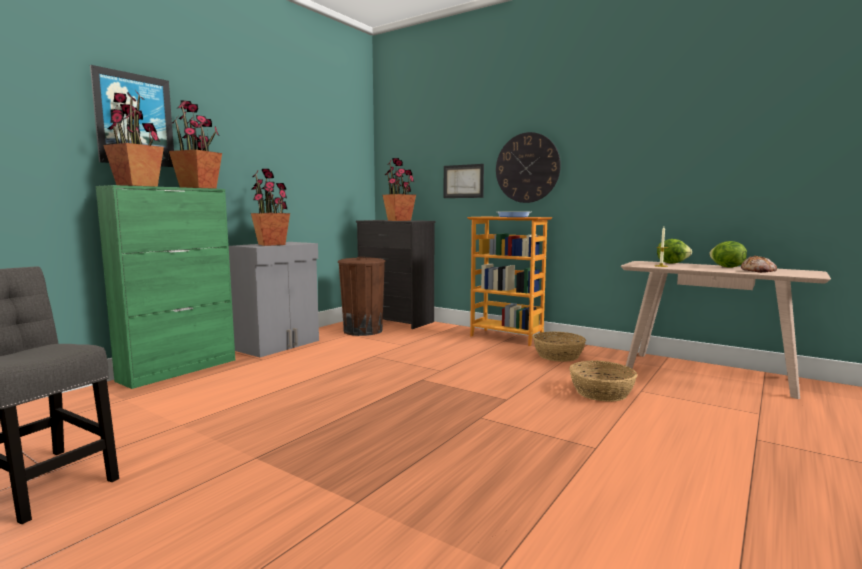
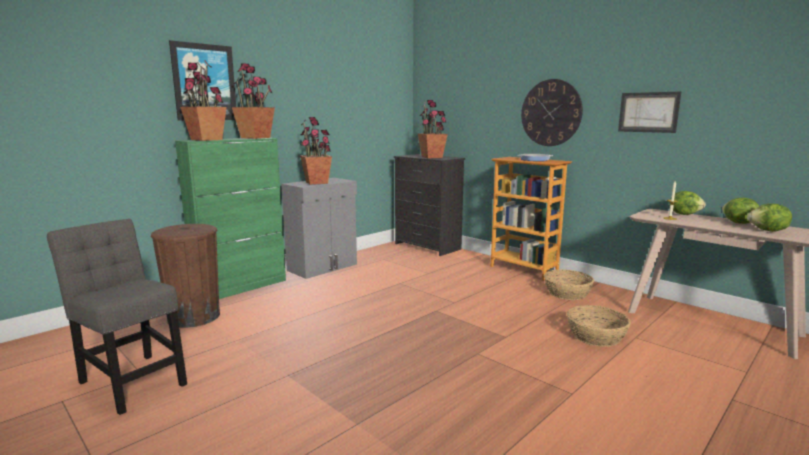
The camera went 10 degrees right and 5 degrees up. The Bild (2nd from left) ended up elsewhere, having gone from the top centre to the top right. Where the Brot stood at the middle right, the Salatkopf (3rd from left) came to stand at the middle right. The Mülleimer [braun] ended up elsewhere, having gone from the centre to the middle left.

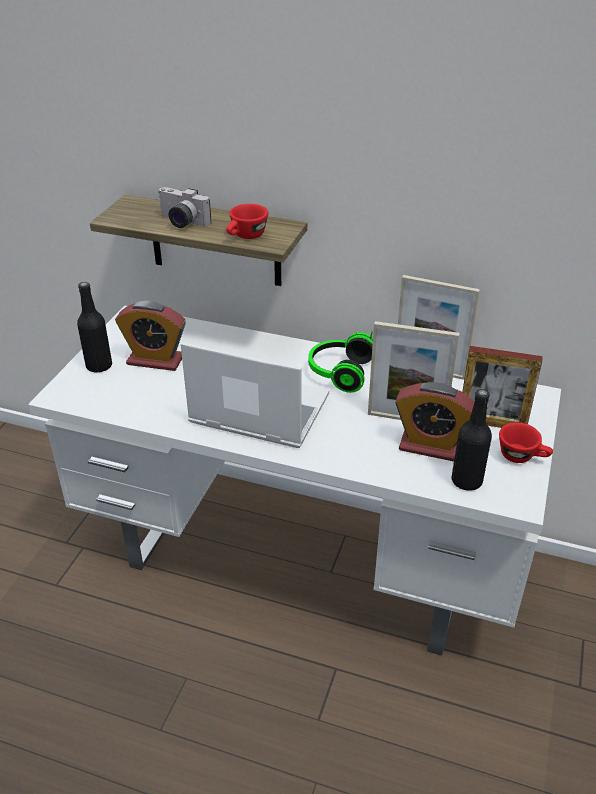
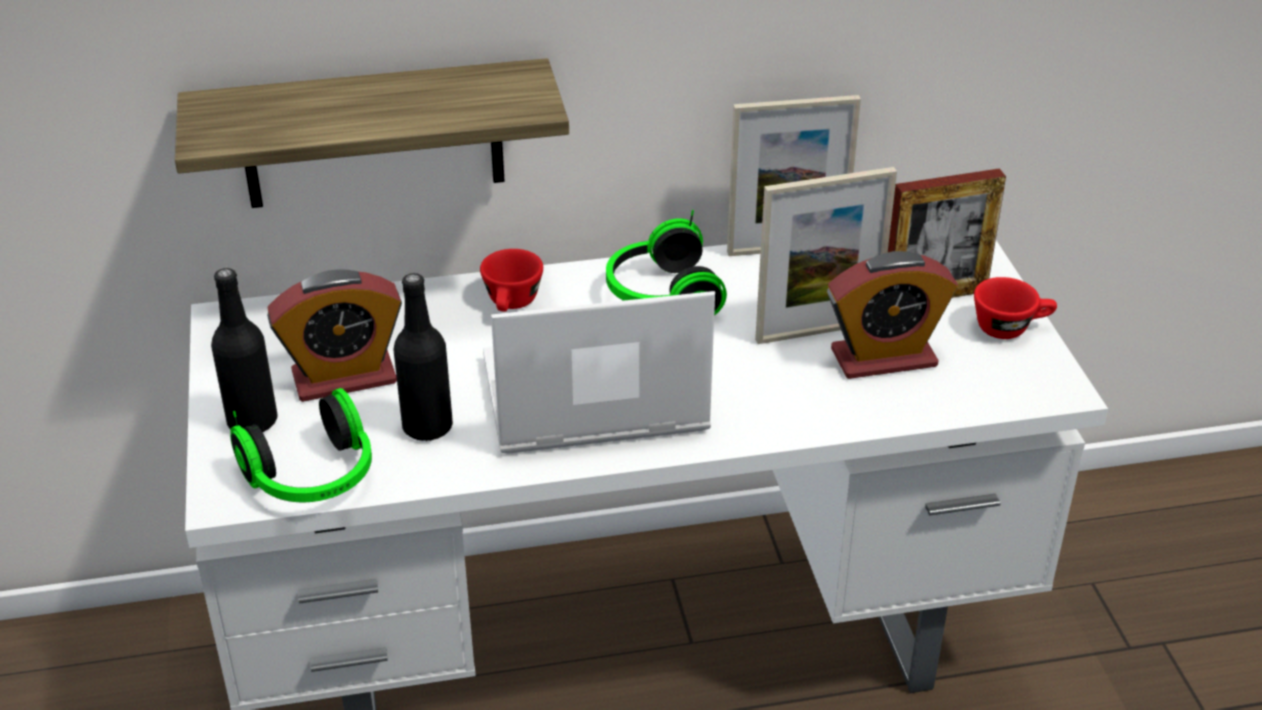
The camera went 30 degrees left and 0 degrees up. The second view lost the Kamera at the top left. The Tasse [rot] (1st from left) ended up elsewhere, having gone from the top centre to the centre. The Flasche [schwarz] (2nd from left) ended up elsewhere, having gone from the middle right to the centre. The second view gained the Kopfhörer (1st from left) at the middle left.

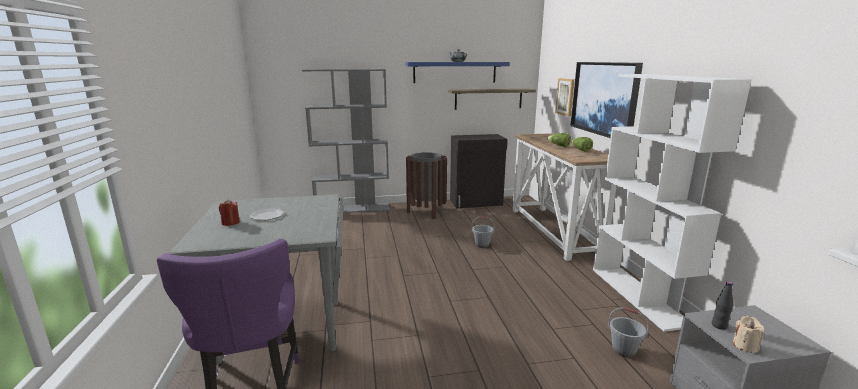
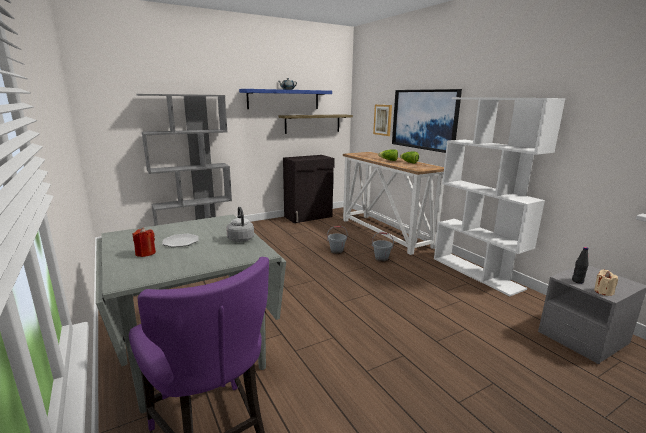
The camera went 20 degrees left and 0 degrees up. The second view lost the Mülleimer [braun] at the centre. The Eimer [grau] (2nd from left) ended up elsewhere, having gone from the bottom right to the centre. The second view gained the Wasserkessel [grau] at the centre.

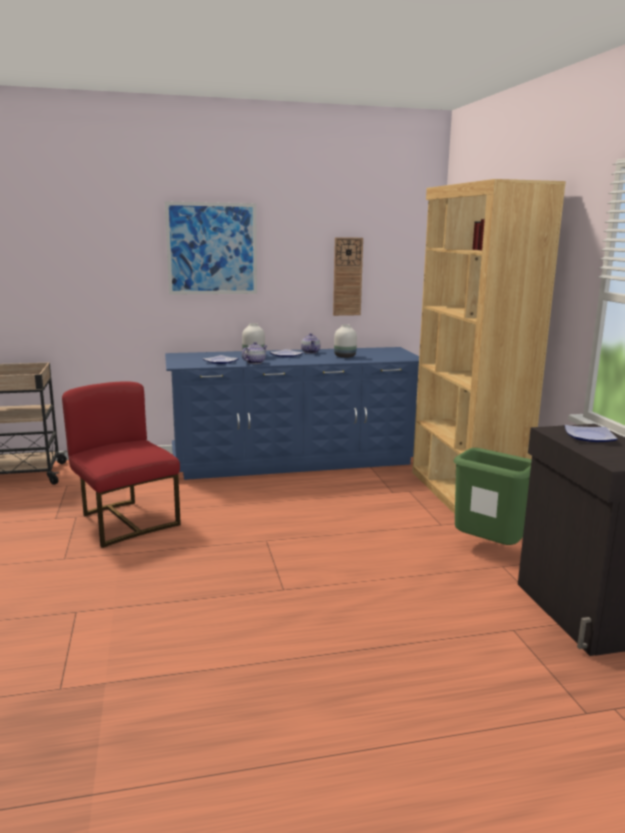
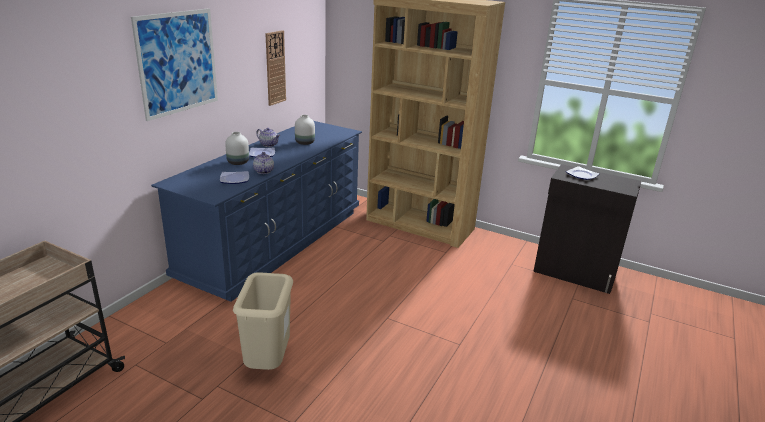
The camera went 50 degrees left and 10 degrees up. Where the Stuhl [rot] stood at the middle left, the Mülleimer [beige] came to stand at the bottom centre. The second view lost the Mülleimer [grün] at the middle right.

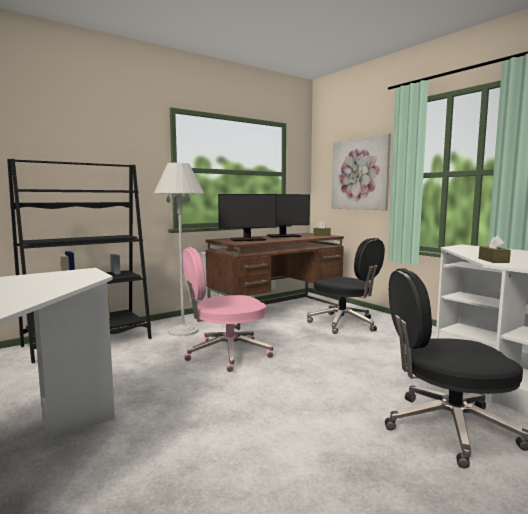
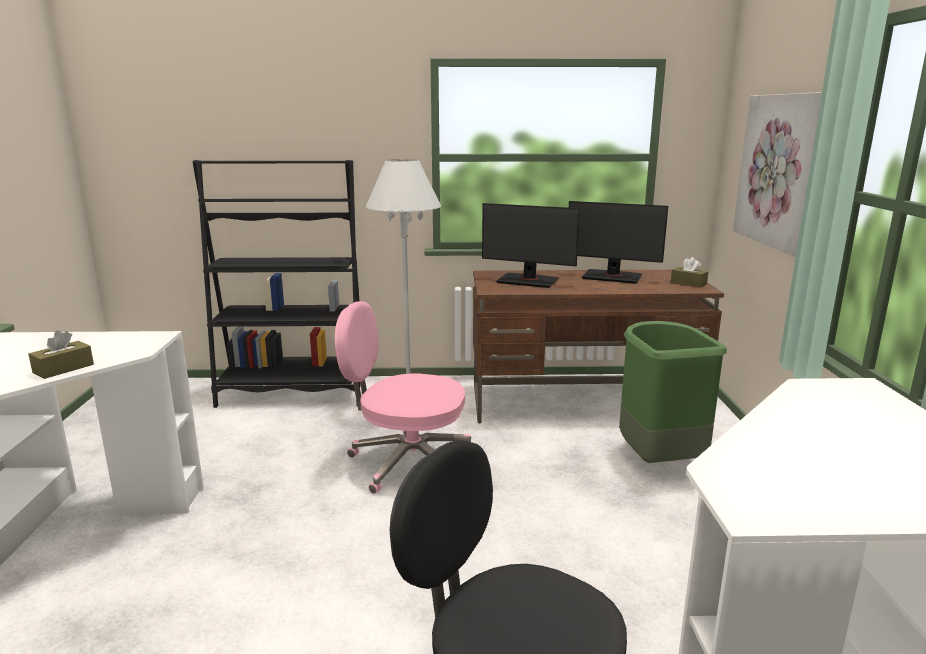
The camera went 35 degrees right and 10 degrees up. The Taschentuchbox [braun] (2nd from left in the first image) ended up elsewhere, having gone from the middle right to the middle left. Where the Bürostuhl [schwarz] (1st from left) stood at the centre, the Mülleimer [grün] came to stand at the middle right.

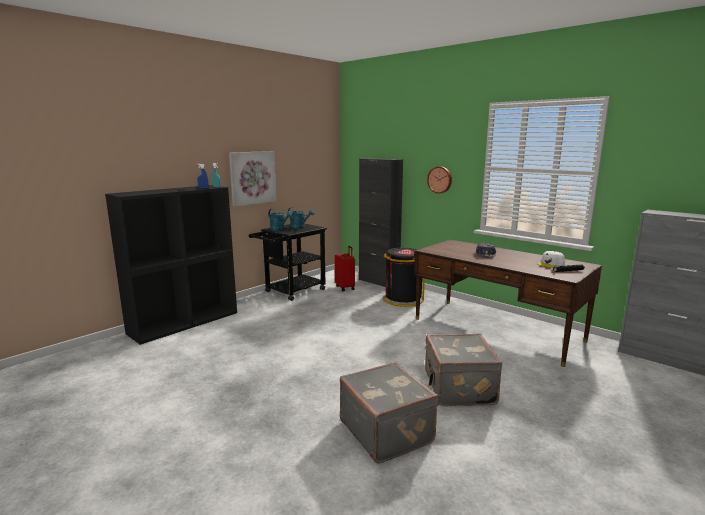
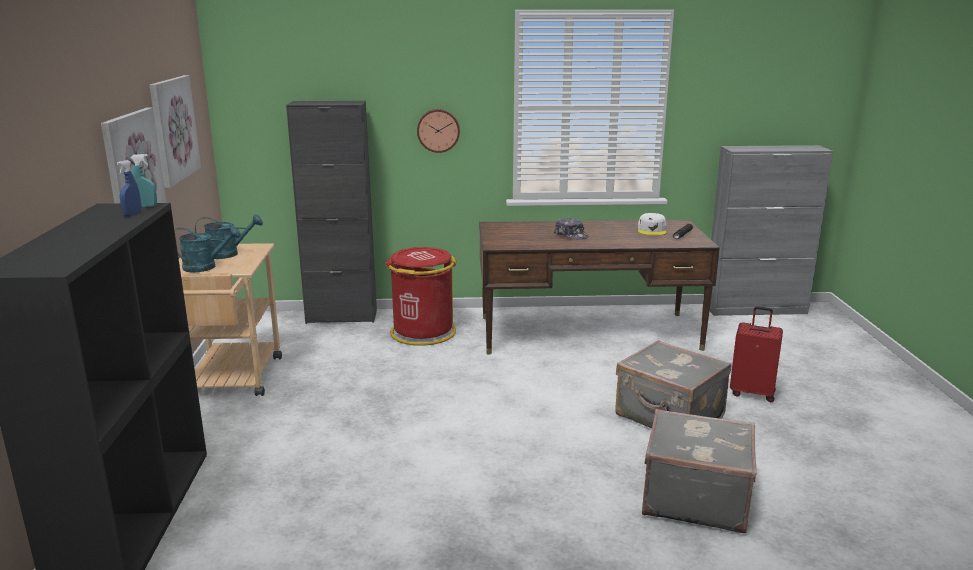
The camera went 45 degrees left and 5 degrees up. What was the Rollwagen [schwarz] at the centre turned into the Rollwagen [beige] at the middle left. The Koffer [rot] ended up elsewhere, having gone from the centre to the middle right. What was the Mülleimer [schwarz] at the centre turned into the Mülleimer [rot] at the centre. The second view gained the Bild (2nd from left) at the top left.

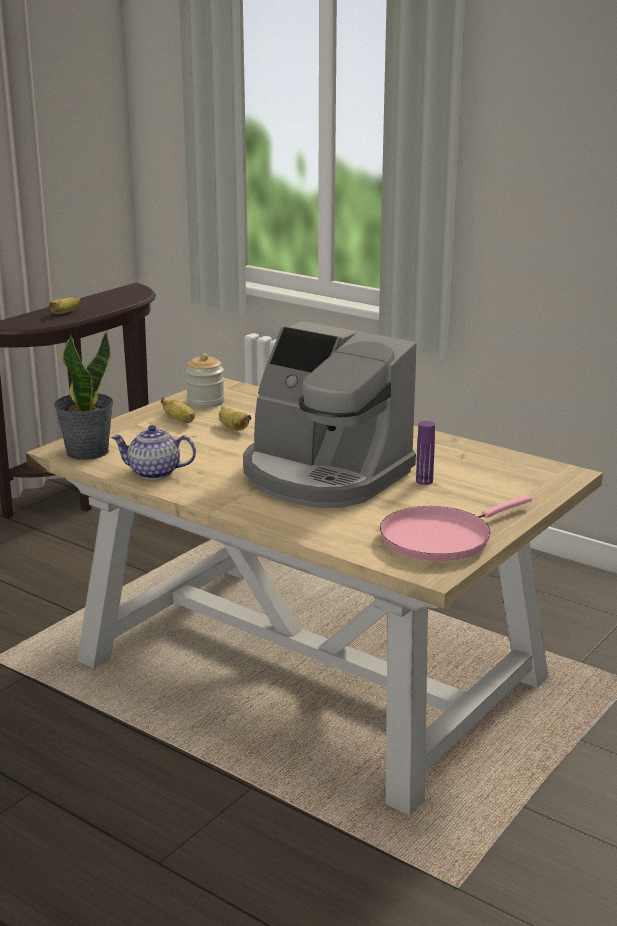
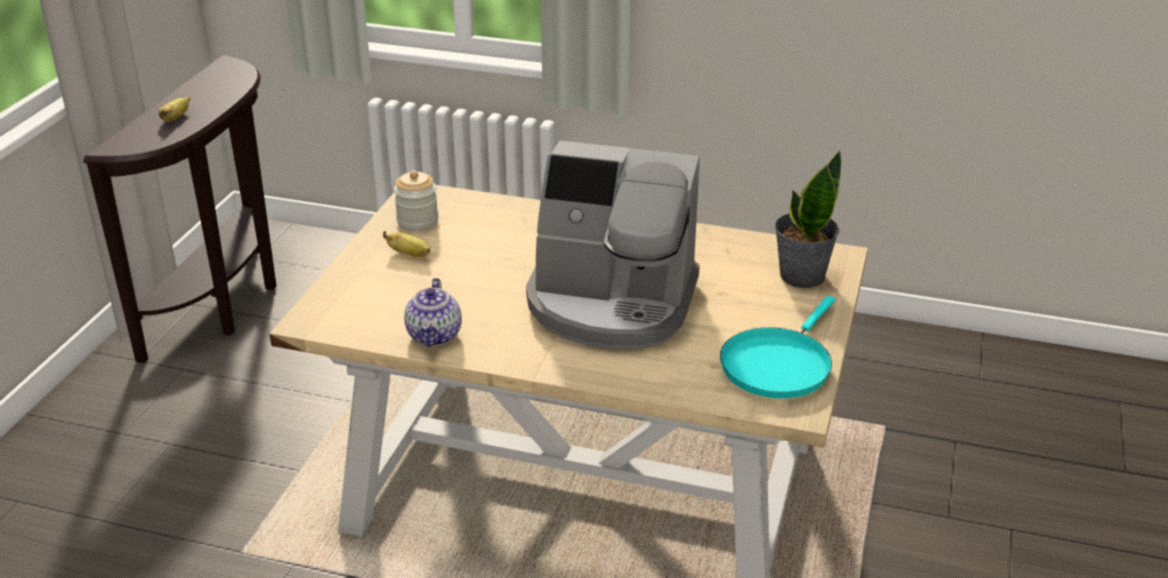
The camera went 20 degrees left and 10 degrees up. The Topfpflanze ended up elsewhere, having gone from the middle left to the middle right. The second view lost the Banane (3rd from left) at the centre. The second view lost the Flasche [lila] at the middle right. The Teekanne at the middle left ended up facing another way, 75 degrees counterclockwise from before. What was the Pfanne [rosa] at the middle right turned into the Pfanne [türkis] at the centre.

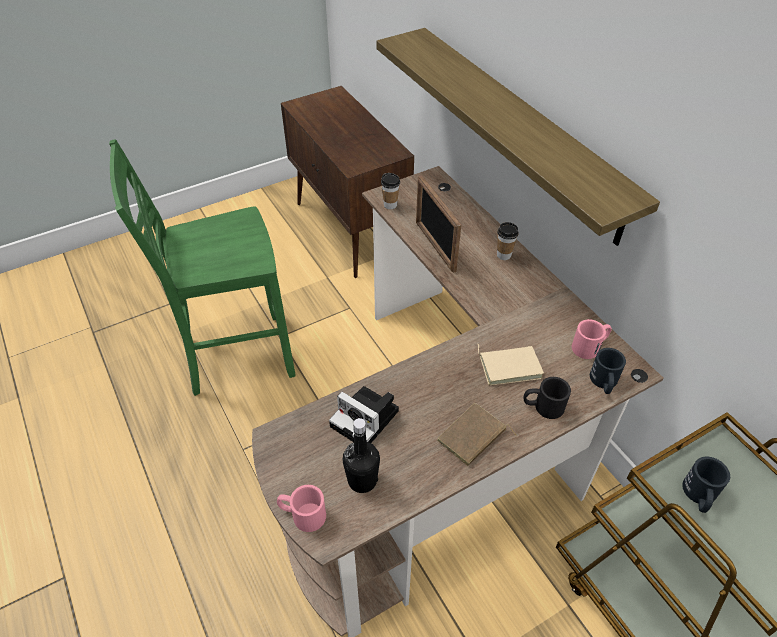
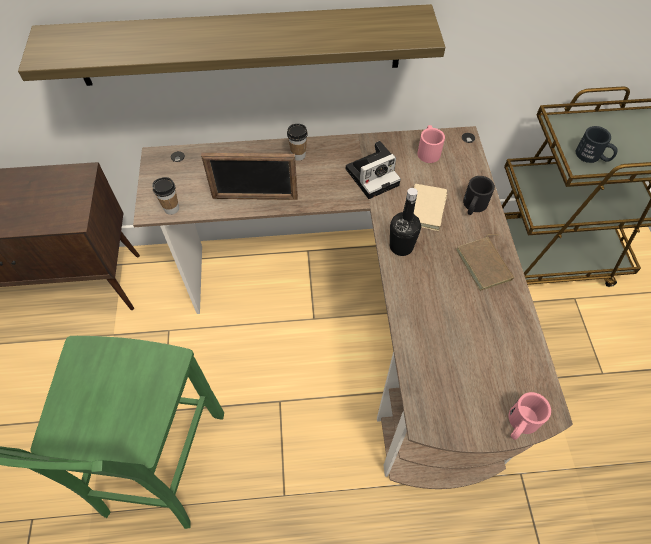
The camera went 65 degrees left and 10 degrees up. The second view lost the Henkelbecher [schwarz] (2nd from left) at the middle right. The Kamera ended up elsewhere, having gone from the centre to the top centre. The Flasche [schwarz] ended up elsewhere, having gone from the bottom centre to the centre.

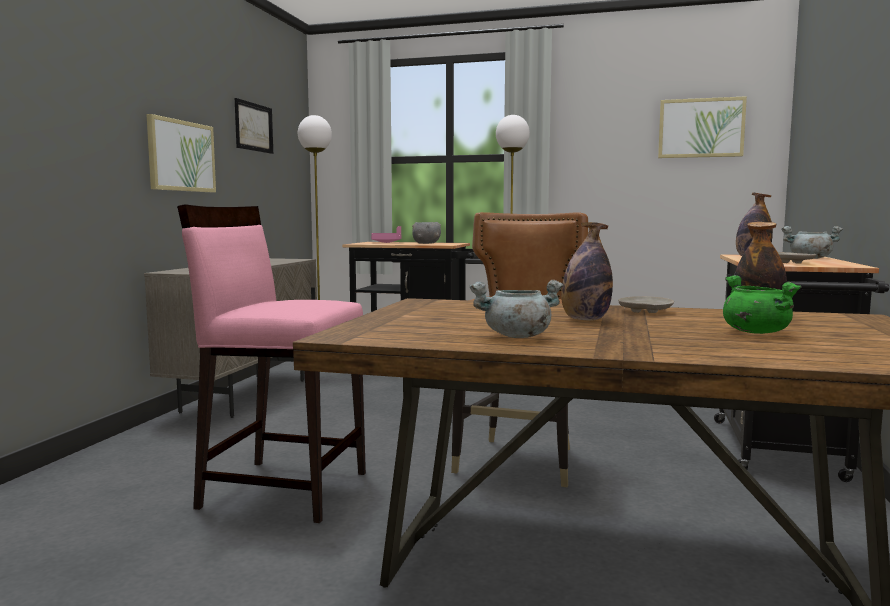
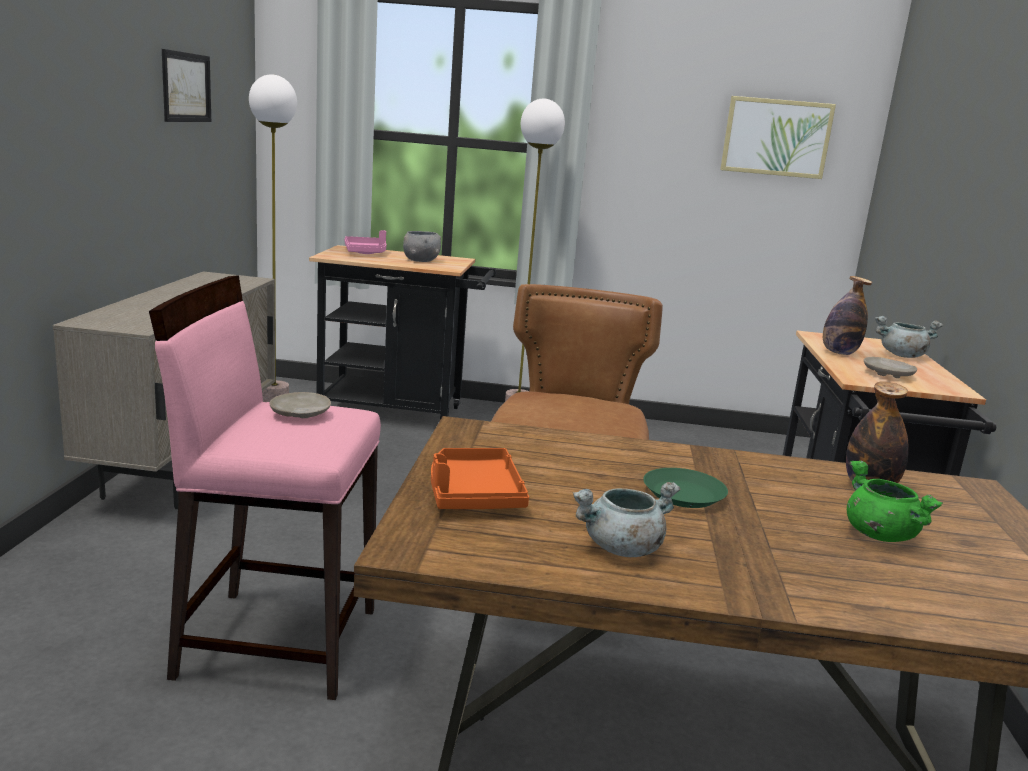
The camera went 10 degrees left and 10 degrees up. The second view lost the Bild (1st from left) at the top left. Where the Flasche (1st from left) stood at the centre, the Teller [grün] came to stand at the centre. The Teller [beige] (1st from left) ended up elsewhere, having gone from the middle right to the middle left. The second view gained the Tablett [orange] at the centre.

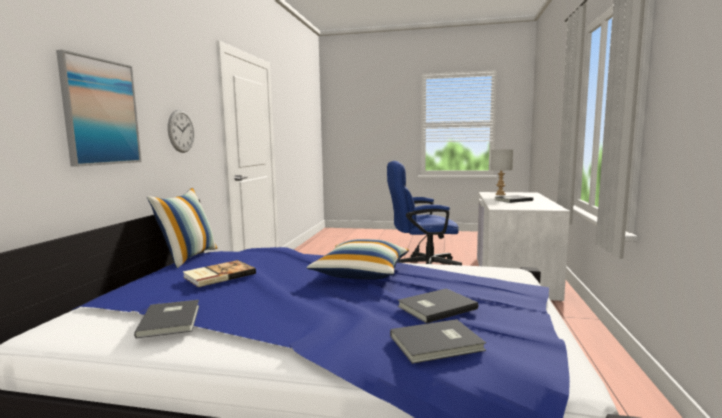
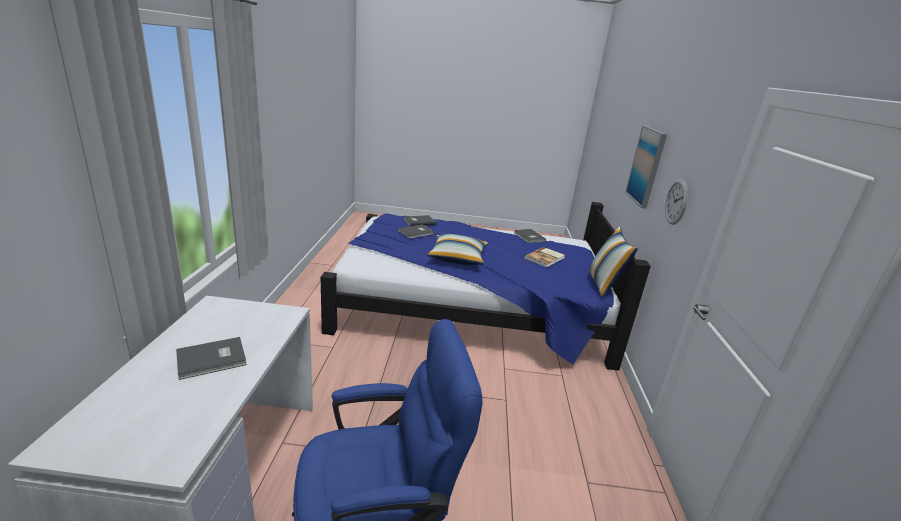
The camera went 170 degrees right and 15 degrees up. The second view lost the Tischlampe [grau] at the middle right.

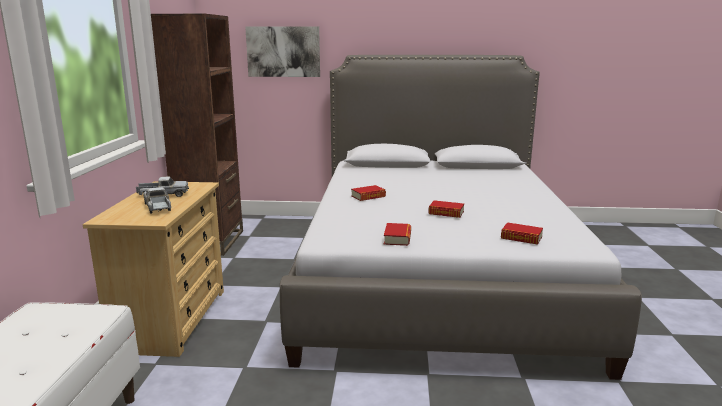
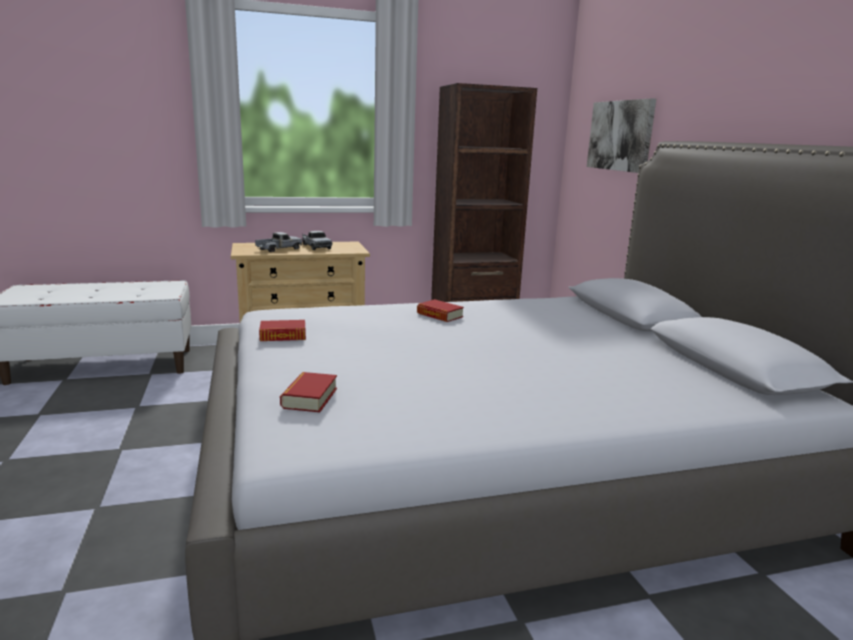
The camera went 70 degrees right and 0 degrees up. The second view lost the Buch (3rd from left) at the centre.

